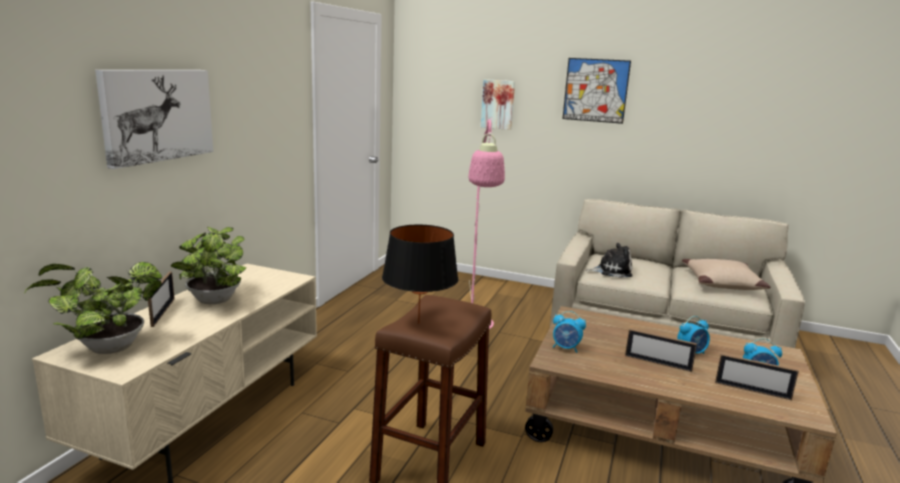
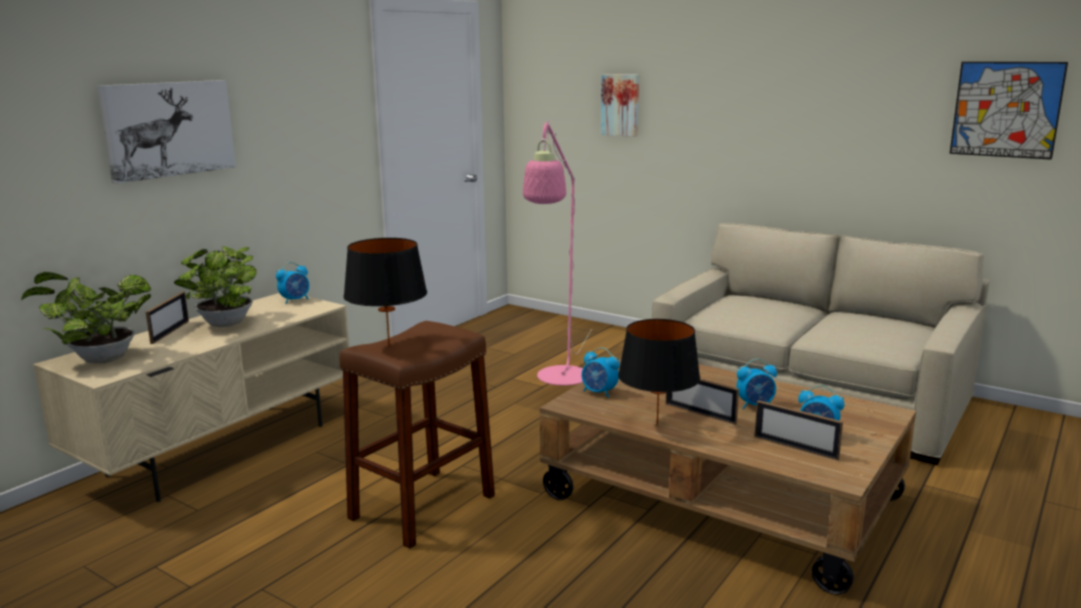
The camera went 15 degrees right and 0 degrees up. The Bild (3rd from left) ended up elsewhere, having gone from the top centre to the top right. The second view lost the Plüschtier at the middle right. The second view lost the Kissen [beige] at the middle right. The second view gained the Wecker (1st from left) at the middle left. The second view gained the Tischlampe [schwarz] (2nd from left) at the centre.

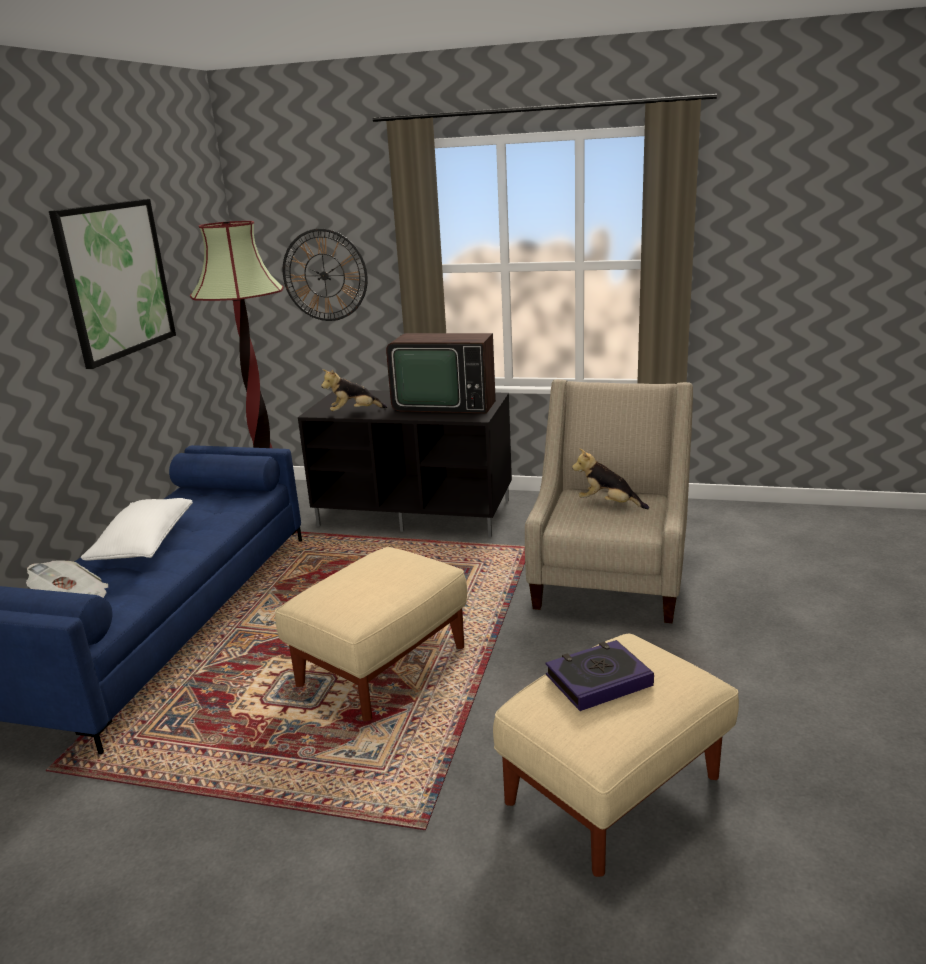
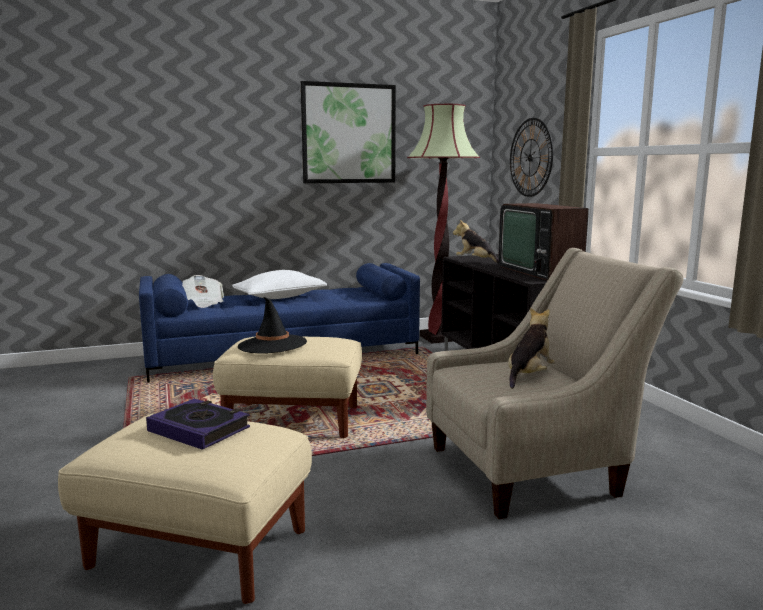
The camera went 55 degrees right and 10 degrees down. The Plüschtier (2nd from left) at the centre ended up facing another way, 45 degrees clockwise from before. The second view gained the Hut [schwarz] at the centre.

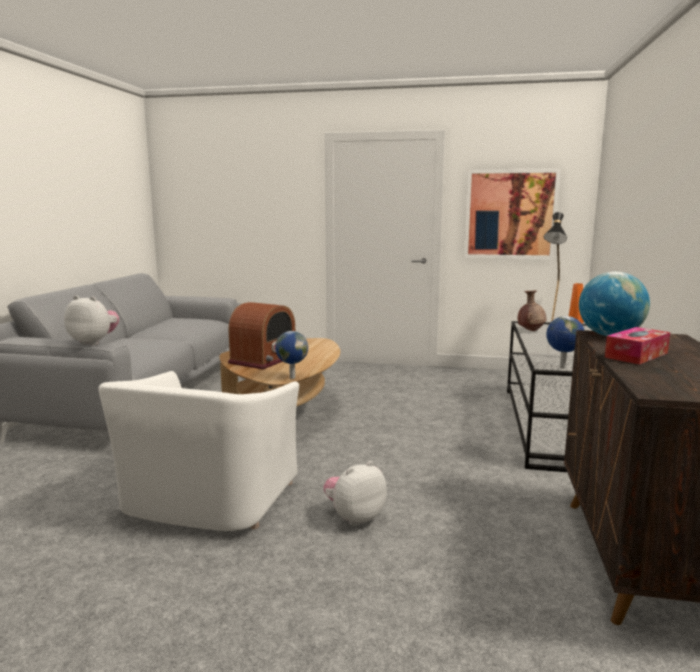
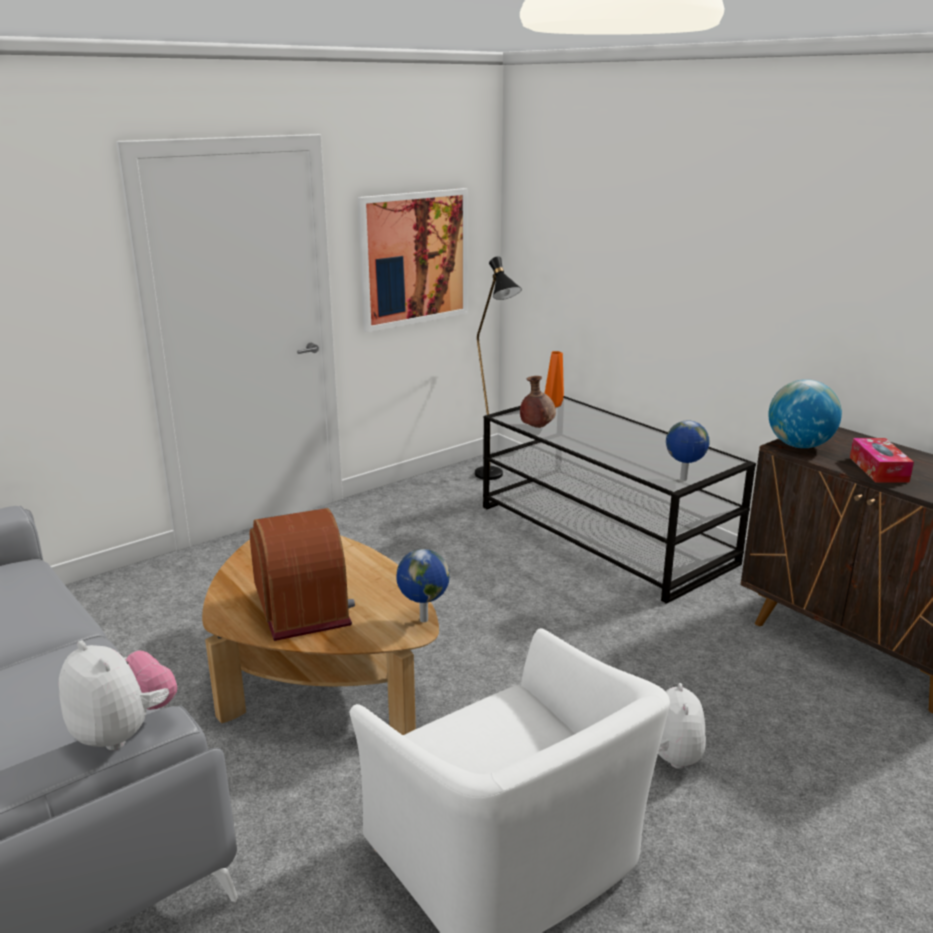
The camera went 50 degrees left and 10 degrees up. The Plüschtier (1st from left) at the middle left ended up facing another way, 75 degrees clockwise from before.

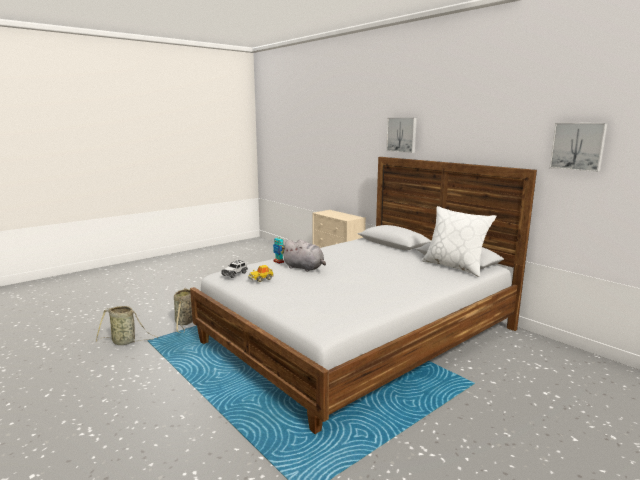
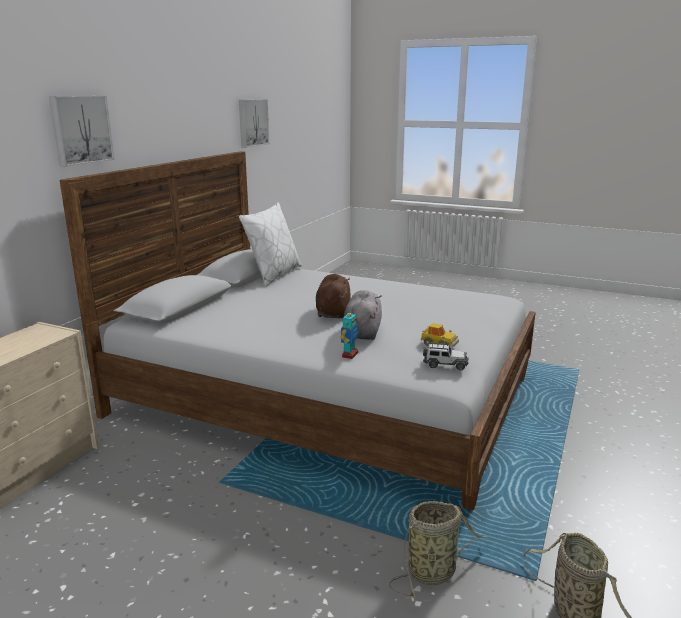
The camera went 115 degrees left and 5 degrees up. The second view gained the Plüschtier [braun] at the centre.

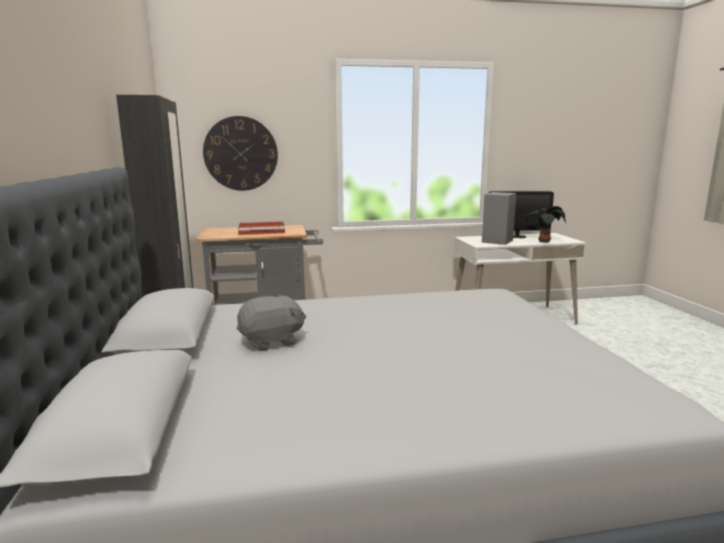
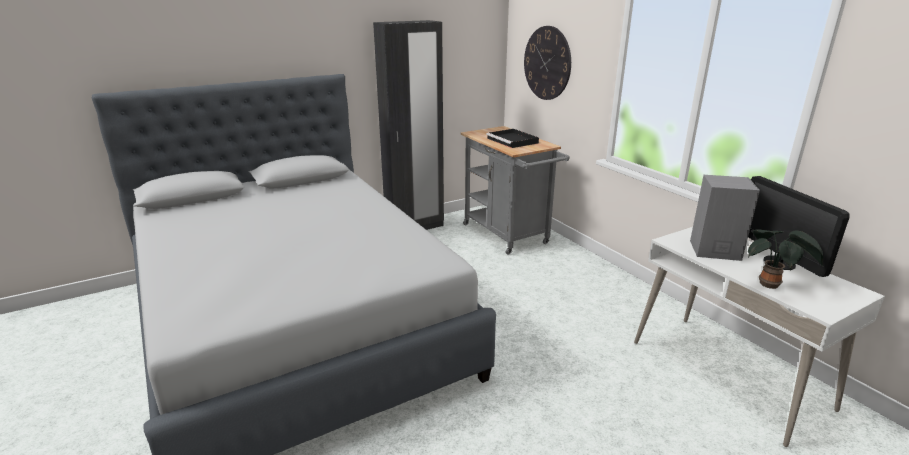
The camera went 70 degrees right and 10 degrees up. What was the Tablett [rot] at the centre turned into the Tablett [schwarz] at the top centre. The second view lost the Plüschtier [grau] at the centre.

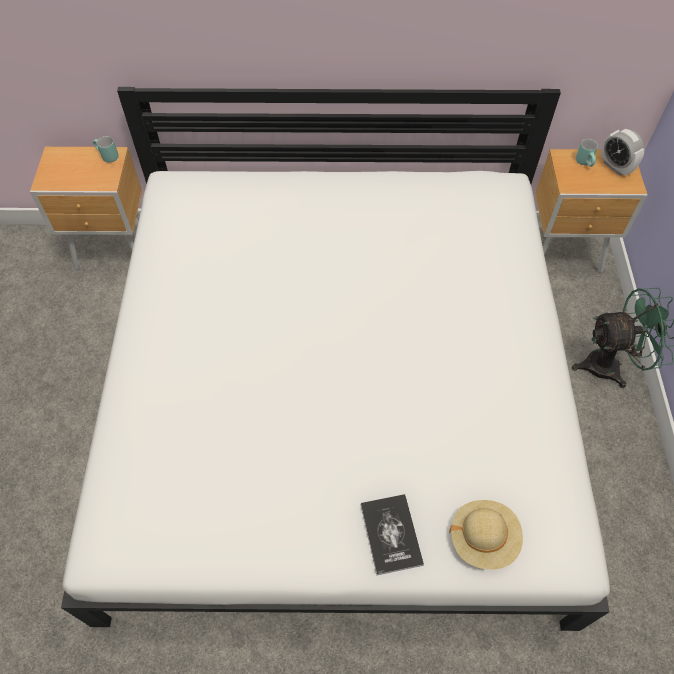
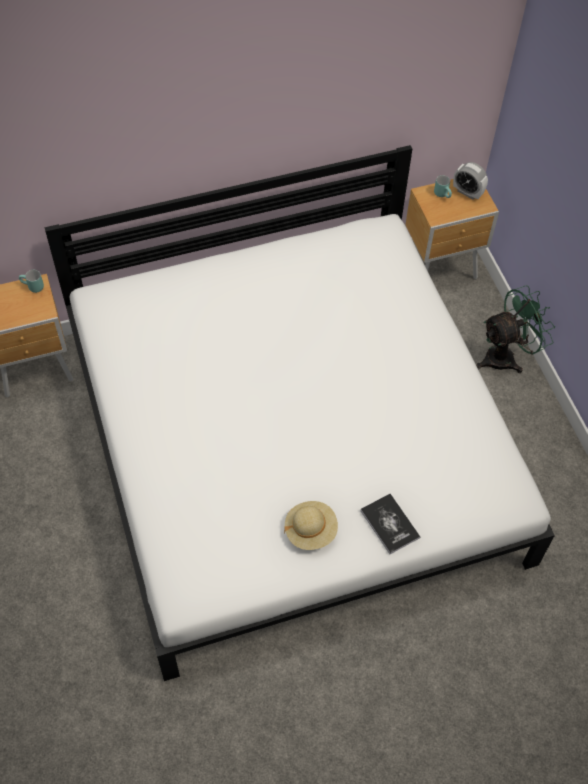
The camera went 20 degrees left and 0 degrees up. The Hut [beige] ended up elsewhere, having gone from the bottom right to the bottom centre.

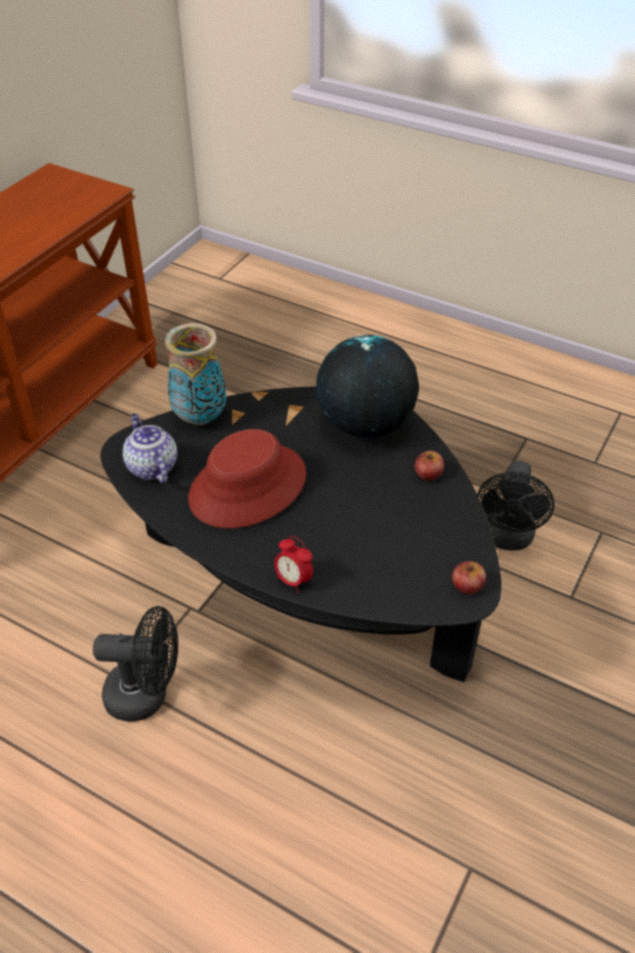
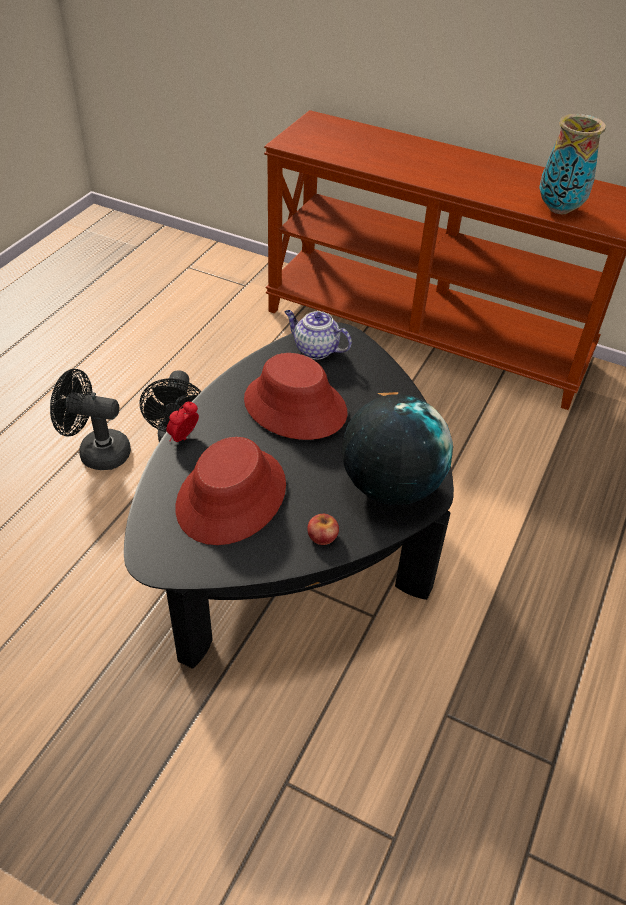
The camera went 85 degrees right and 0 degrees up. The Vase ended up elsewhere, having gone from the middle left to the top right. The Teekanne at the middle left ended up facing another way, 120 degrees counterclockwise from before. The Ventilator [schwarz] (2nd from left in the first image) ended up elsewhere, having gone from the middle right to the middle left. The second view lost the Apfel (2nd from left) at the middle right. The second view gained the Hut [rot] (1st from left) at the centre.

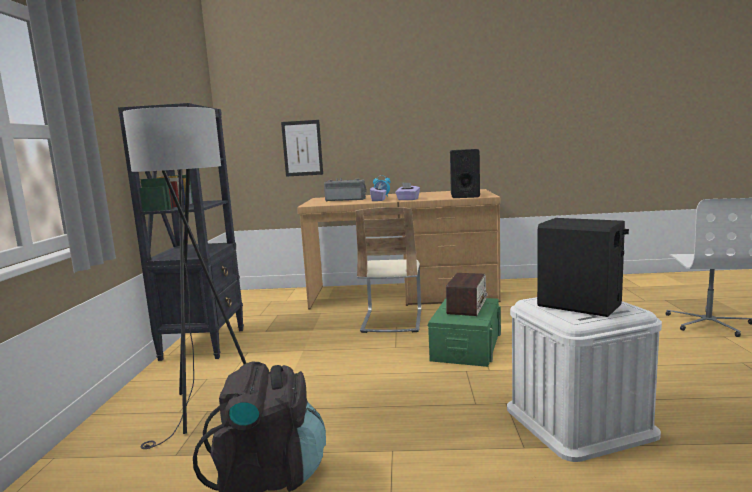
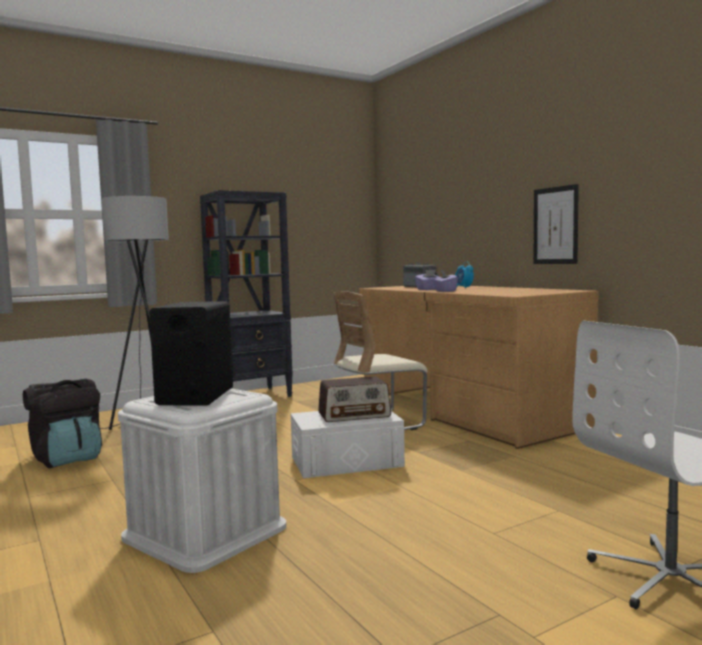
The camera went 55 degrees right and 5 degrees down. The Bild ended up elsewhere, having gone from the top centre to the middle right. The second view lost the Lautsprecher [schwarz] (1st from left) at the centre. What was the Aufbewahrungsbox [grün] at the bottom centre turned into the Aufbewahrungsbox [weiß] (2nd from left) at the bottom centre.

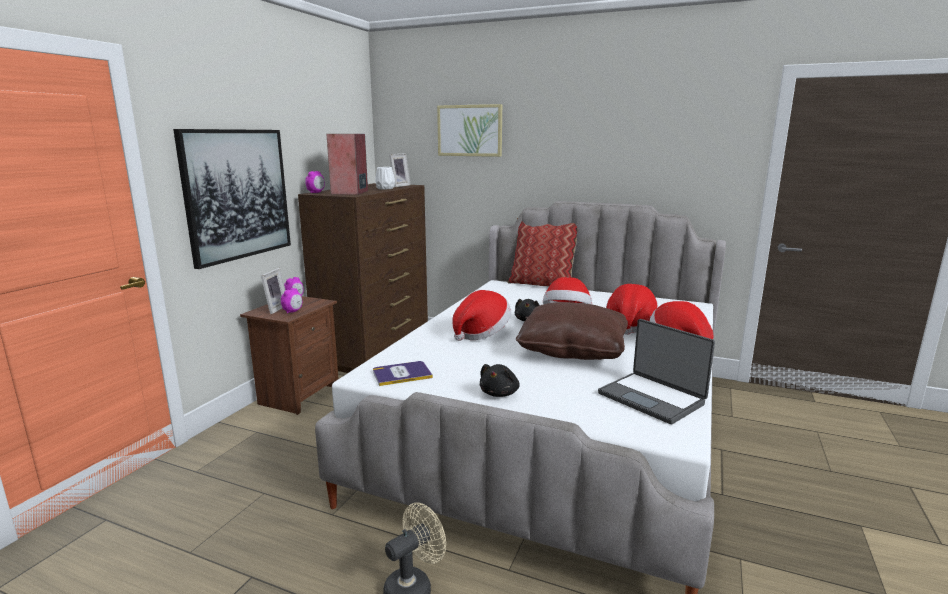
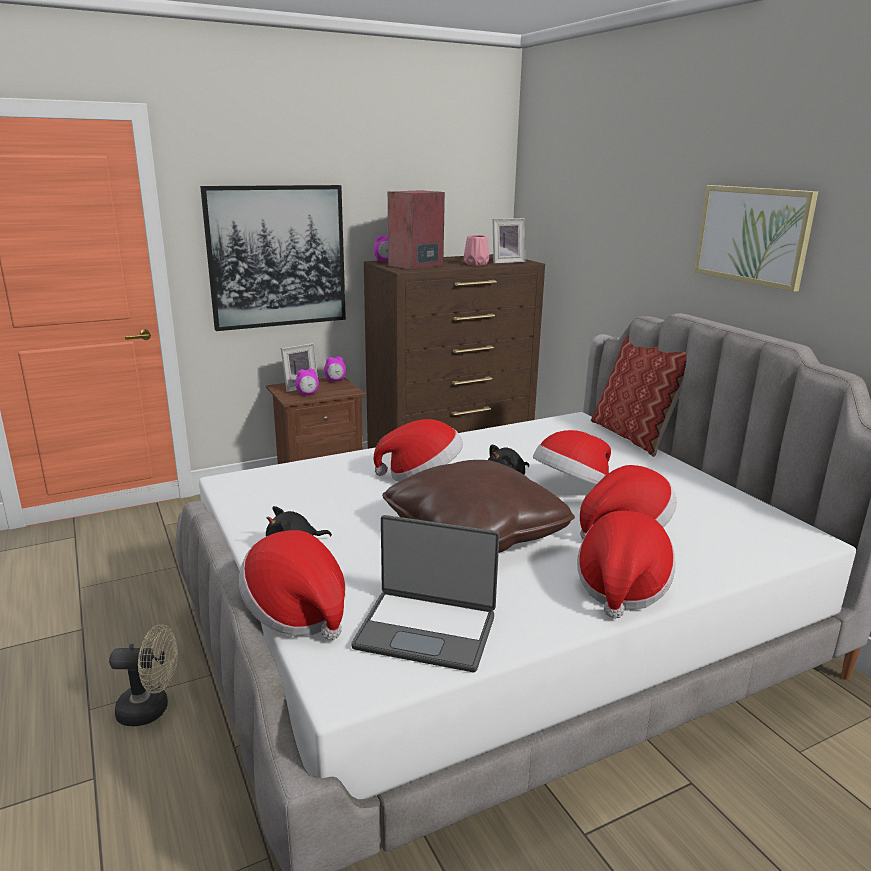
The camera went 40 degrees right and 5 degrees up. The Bild (2nd from left) ended up elsewhere, having gone from the top centre to the top right. What was the Vase [weiß] at the top centre turned into the Vase [rosa] at the top centre. The Laptop at the middle right ended up facing another way, 75 degrees counterclockwise from before. The second view lost the Buch at the centre. The second view gained the Hut (1st from left) at the bottom centre.

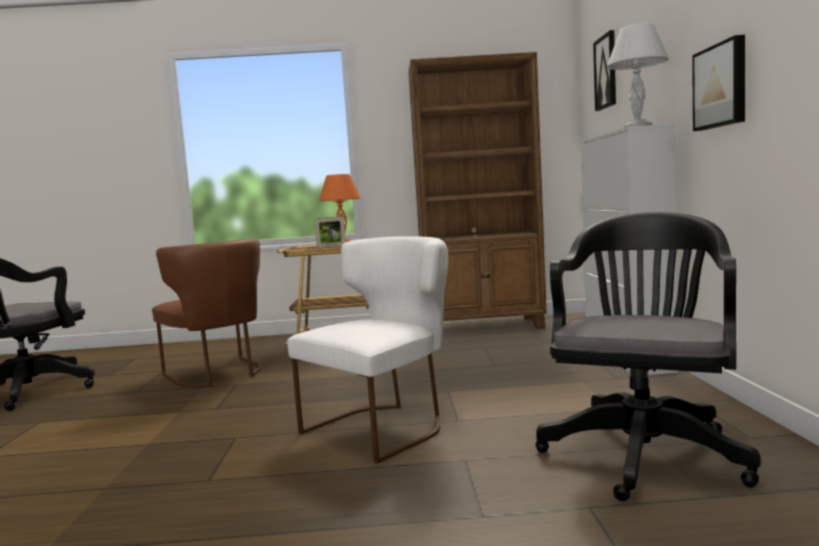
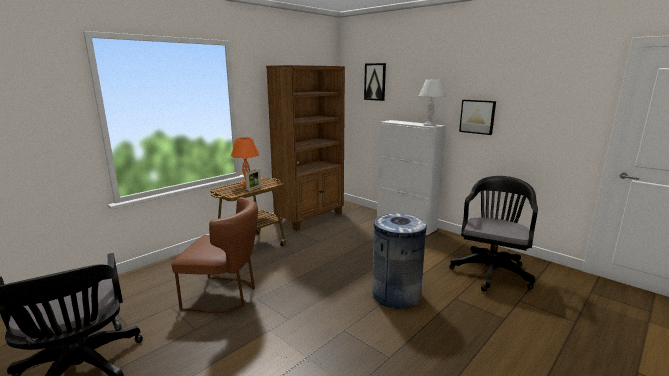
The camera went 45 degrees left and 10 degrees up. The Bürostuhl [schwarz] (2nd from left) at the middle right ended up facing another way, 45 degrees clockwise from before. Where the Stuhl [weiß] stood at the centre, the Mülleimer [grau] came to stand at the bottom centre.

